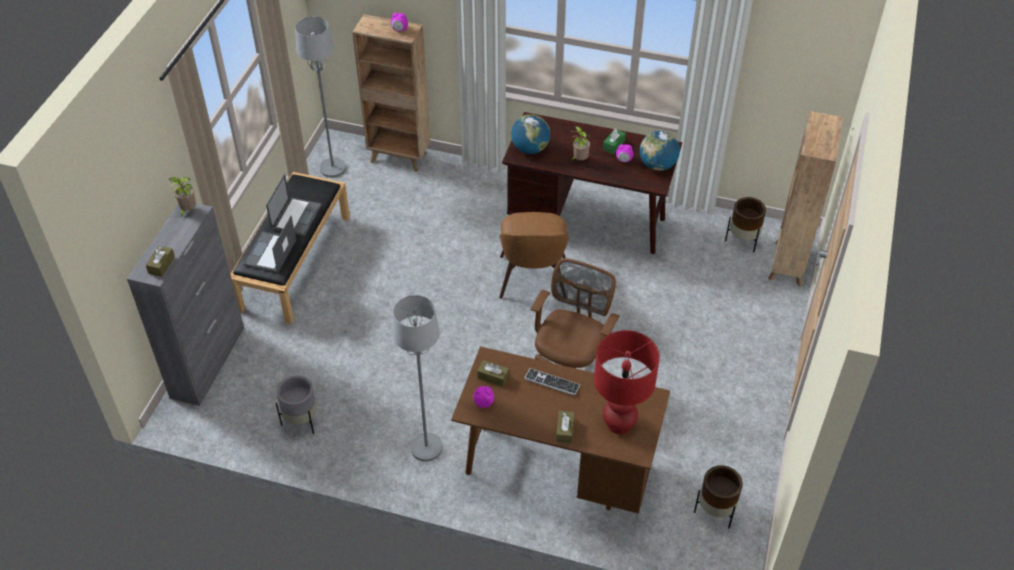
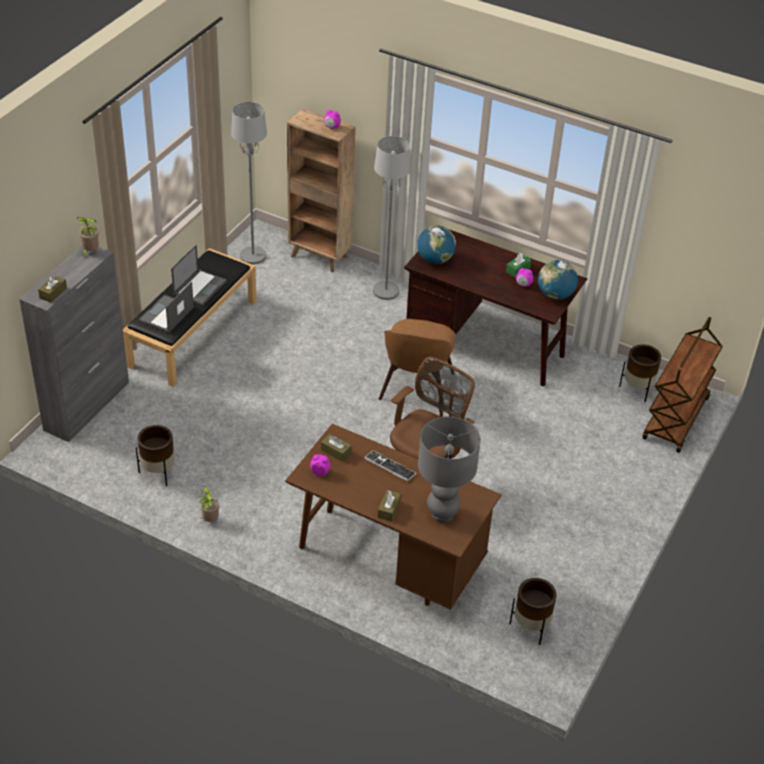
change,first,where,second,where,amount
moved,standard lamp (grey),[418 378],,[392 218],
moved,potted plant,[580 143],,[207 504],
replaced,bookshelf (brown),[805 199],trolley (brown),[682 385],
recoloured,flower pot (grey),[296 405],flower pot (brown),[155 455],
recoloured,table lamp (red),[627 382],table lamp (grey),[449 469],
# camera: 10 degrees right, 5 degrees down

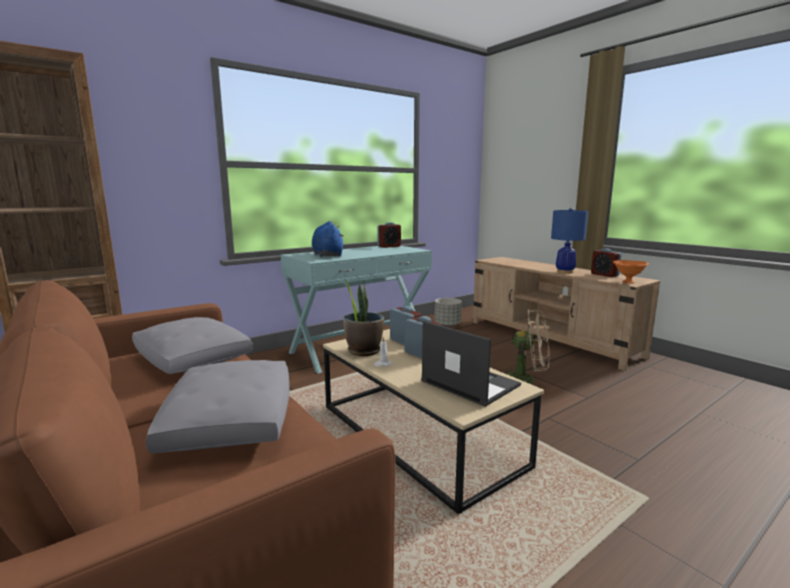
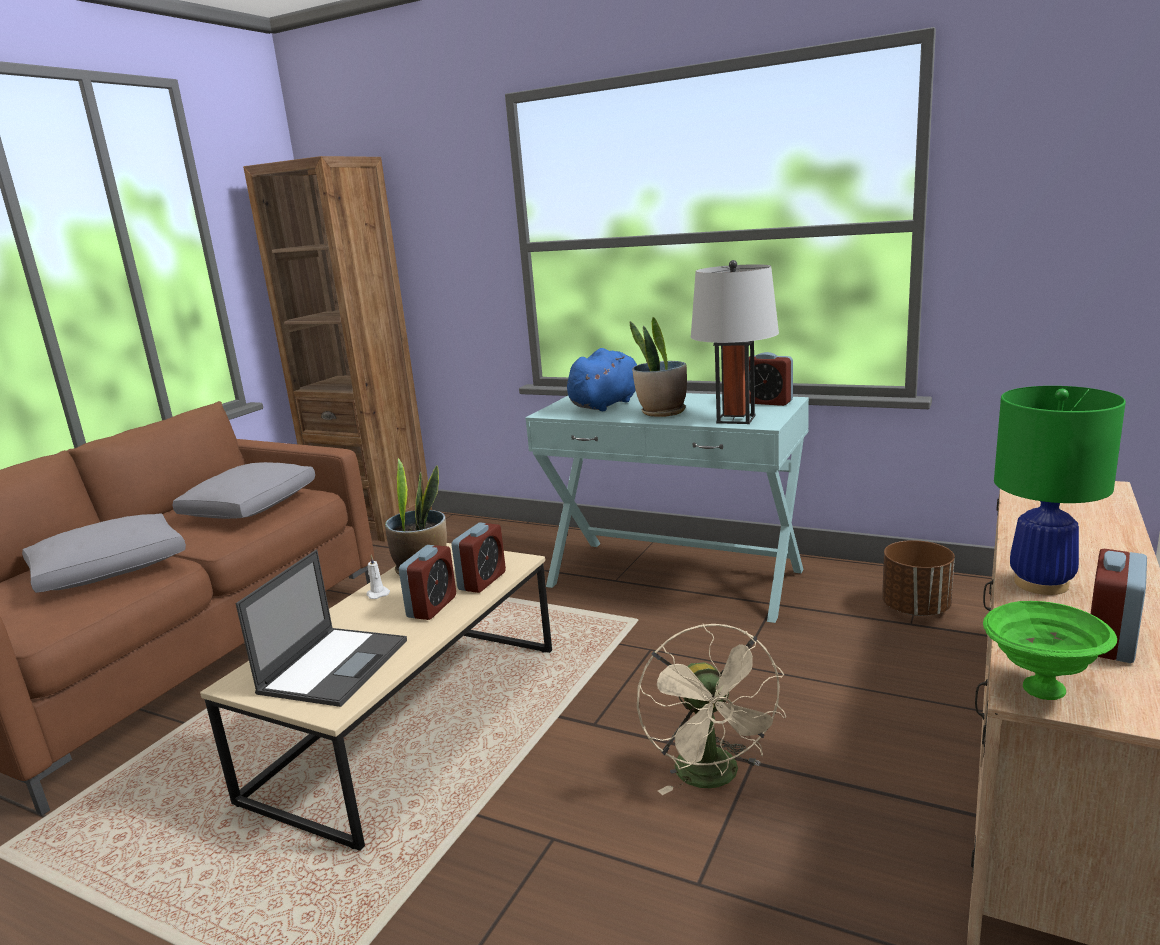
change,first,where,second,where,amount
added,,,potted plant,[658 367],
added,,,table lamp (grey),[735 342],
recoloured,flower pot (grey),[448 312],flower pot (brown),[918 578],
recoloured,table lamp (bluish),[569 241],table lamp (greenish),[1060 490],
recoloured,serving bowl (orange),[631 272],serving bowl (greenish),[1050 650],
# camera: 65 degrees right, 5 degrees up

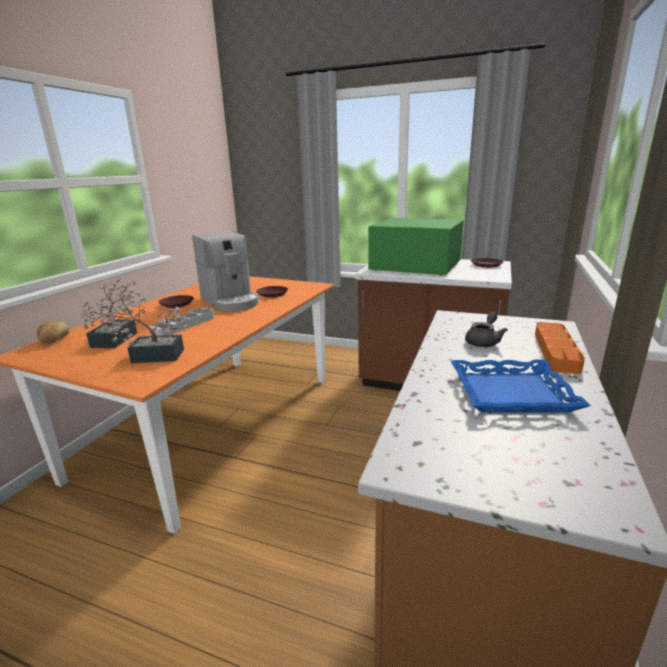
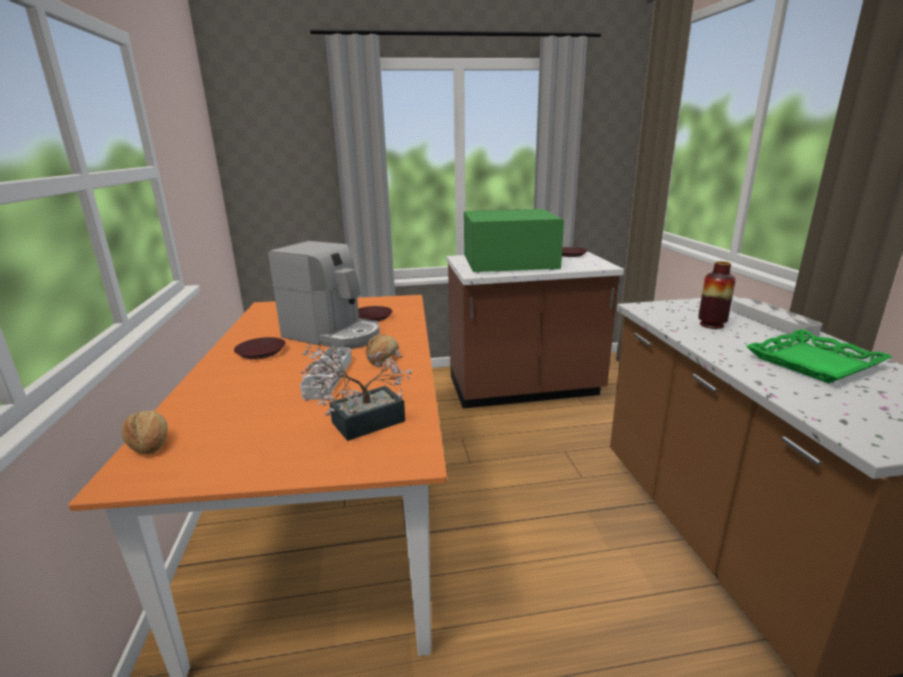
change,first,where,second,where,amount
removed,potted plant,[110 313],,,
added,,,bread,[382 349],
replaced,pot for tea (grey),[486 329],flower vase,[717 295],
recoloured,tray (bluish),[521 386],tray (greenish),[819 356],
recoloured,tray (orange),[560 348],tray (grey),[776 318],
# camera: 30 degrees left, 0 degrees up

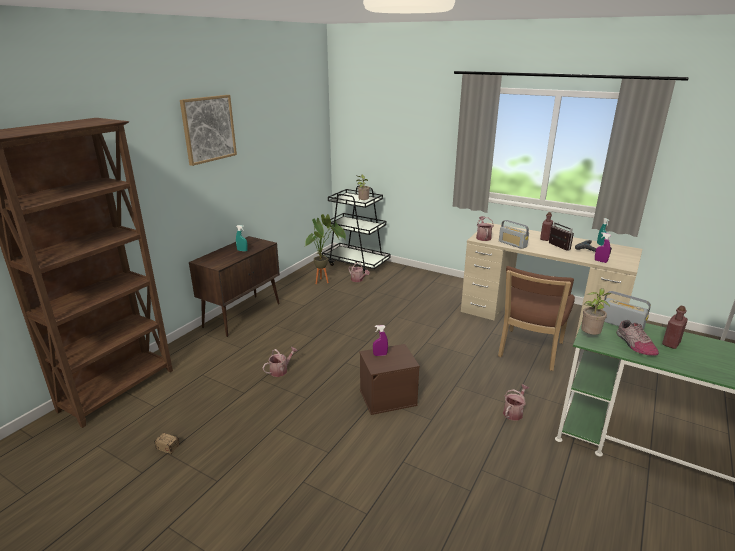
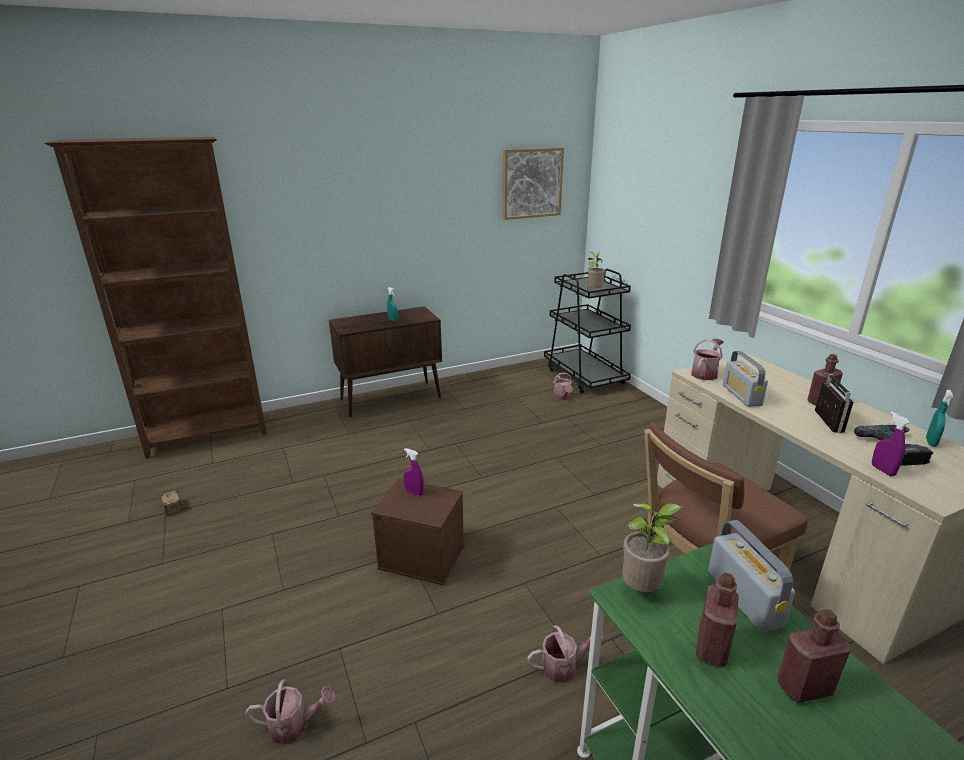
change,first,where,second,where,amount
removed,potted plant,[325 249],,,
moved,wall art,[208 130],,[533 184],
moved,sprinkling can,[280 362],,[290 712],
replaced,low shoe,[638 338],beverage bottle (red),[717 619],
# camera: 35 degrees right, 0 degrees up

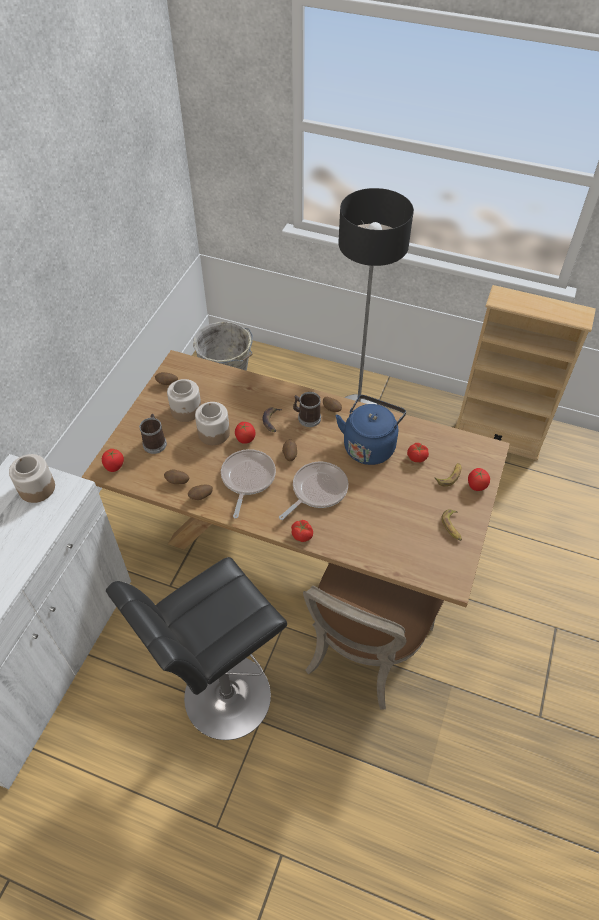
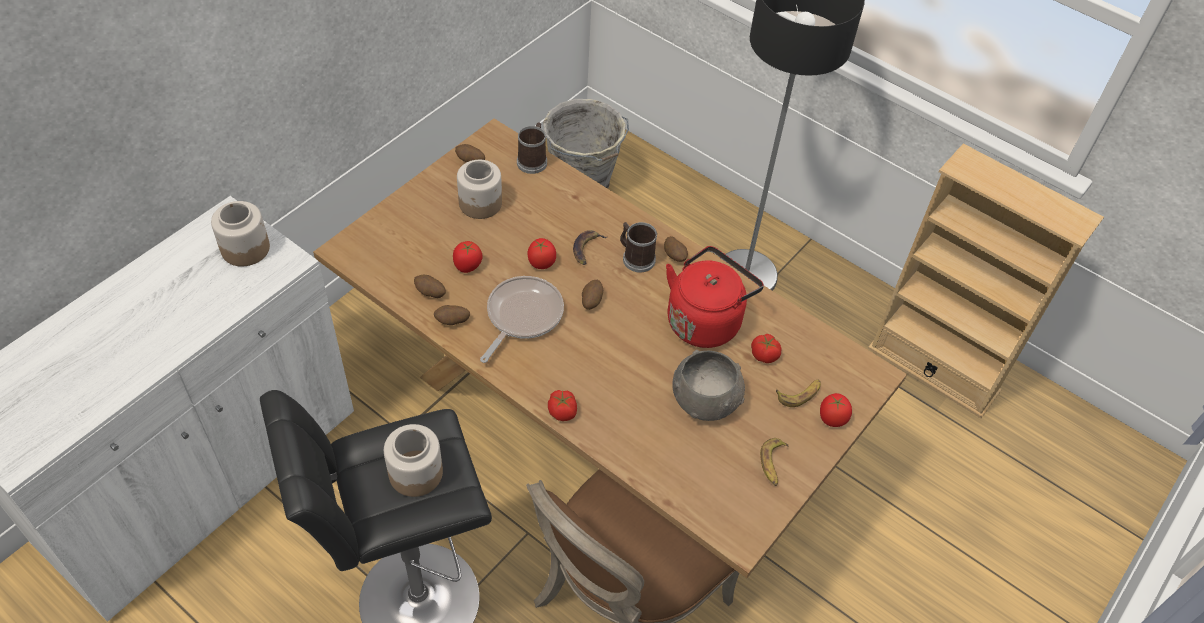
change,first,where,second,where,amount
removed,skillet,[313 490],,,
added,,,serving bowl (grey),[708 385],
moved,fresh tomato,[113 460],,[468 257],
moved,tea mug,[153 434],,[532 148],
moved,jar,[212 423],,[413 460],
recoloured,tea kettle (bluish),[371 430],tea kettle (red),[715 297],
# camera: 15 degrees right, 0 degrees up

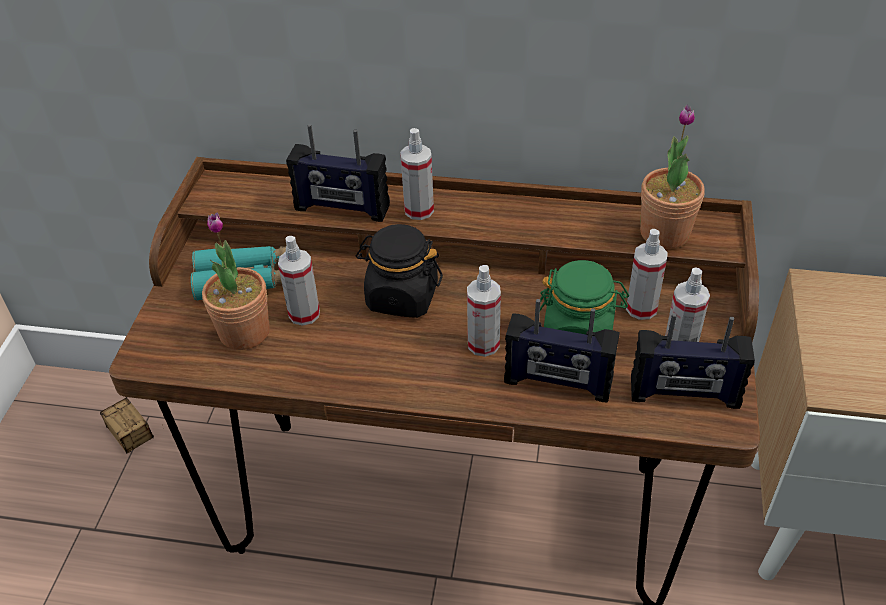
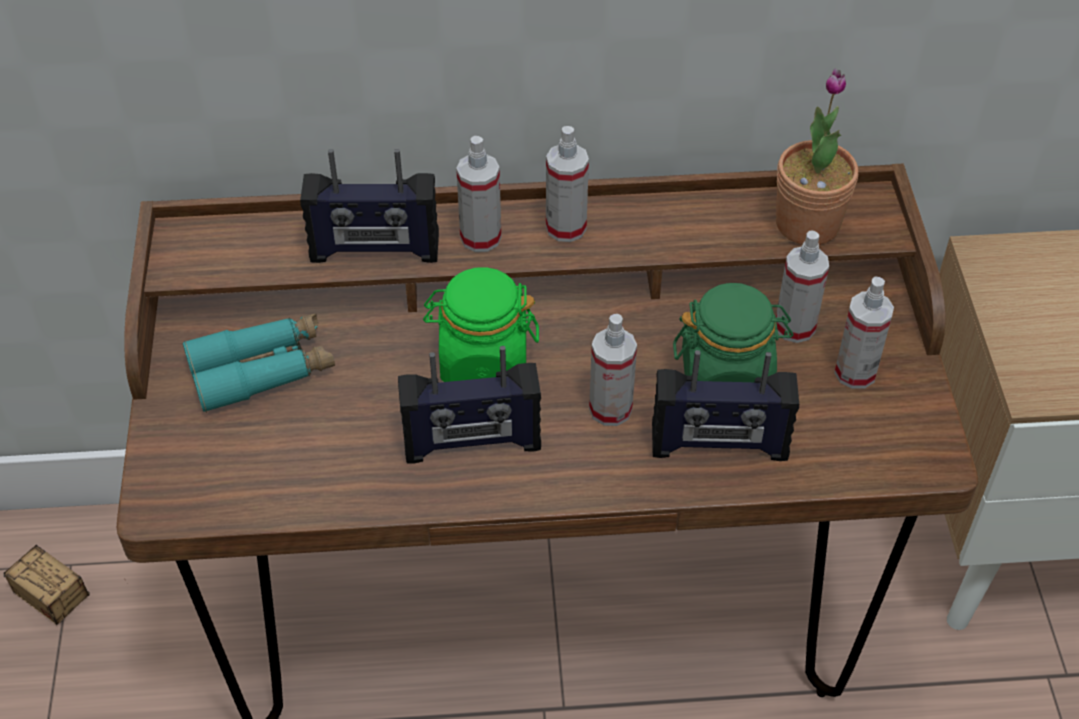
change,first,where,second,where,amount
removed,potted plant,[236 281],,,
moved,hand sprayer,[299 281],,[567 184],
moved,radio set,[693 361],,[469 404],
recoloured,jar (blackish),[399 271],jar (greenish),[481 324],
# camera: 15 degrees left, 5 degrees up

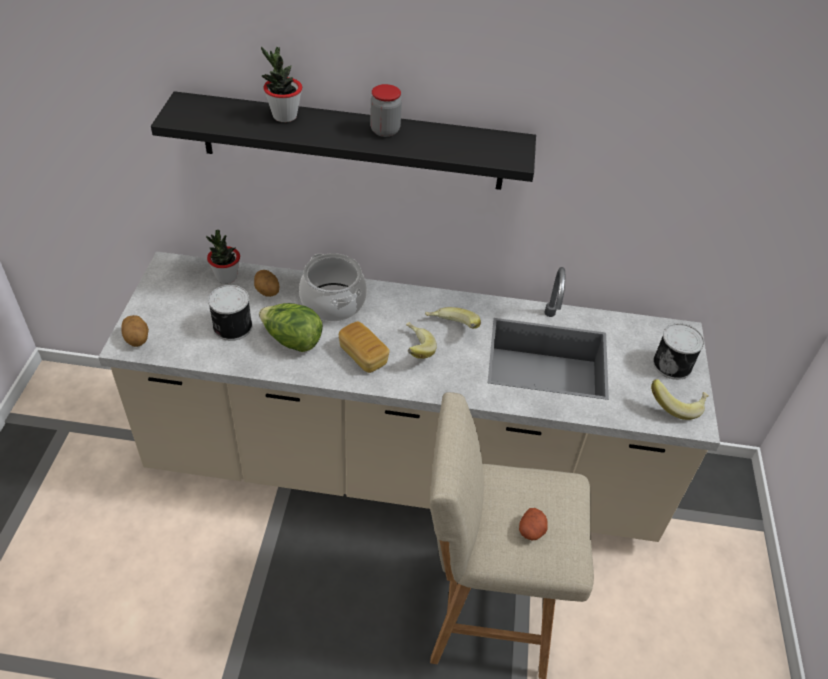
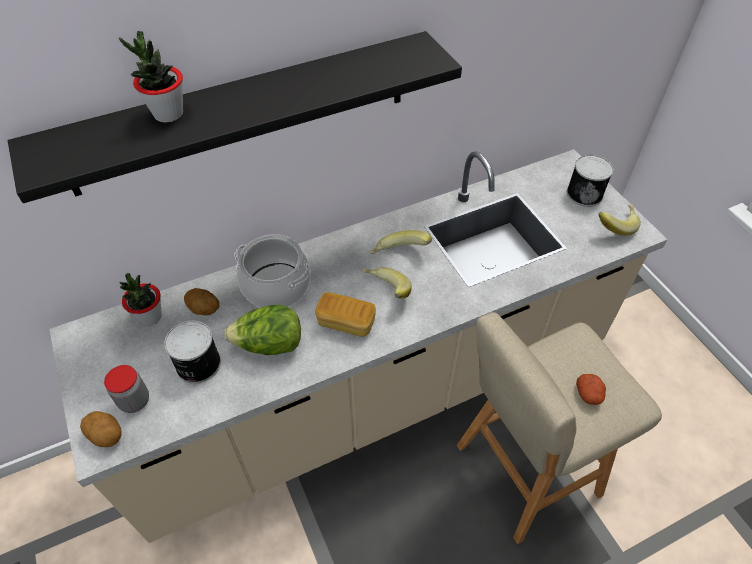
change,first,where,second,where,amount
moved,jar,[386 110],,[126 389],
# camera: 30 degrees left, 5 degrees up

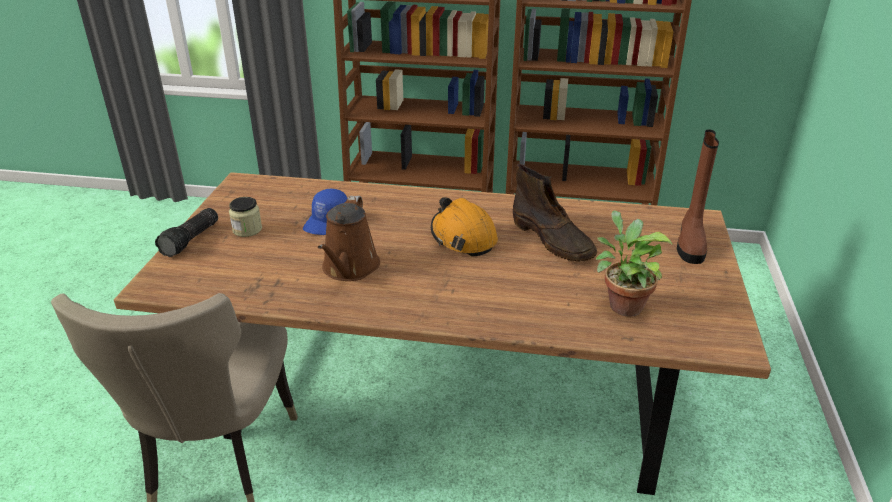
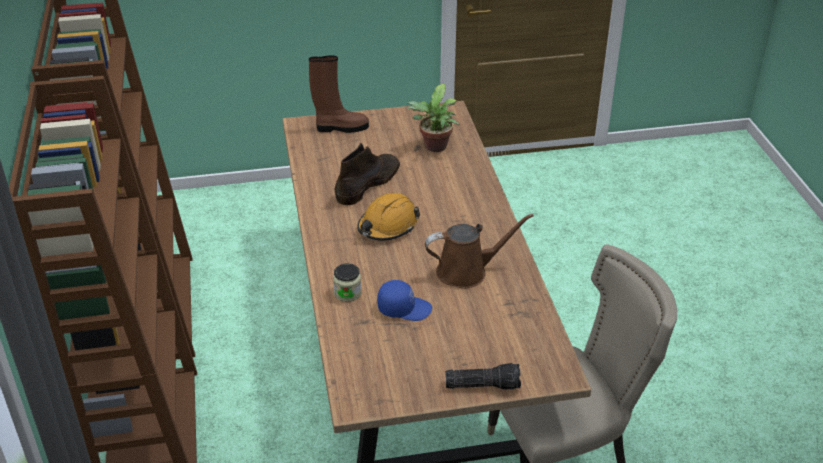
change,first,where,second,where,amount
moved,jar,[245 217],,[347 282],
# camera: 110 degrees left, 5 degrees up

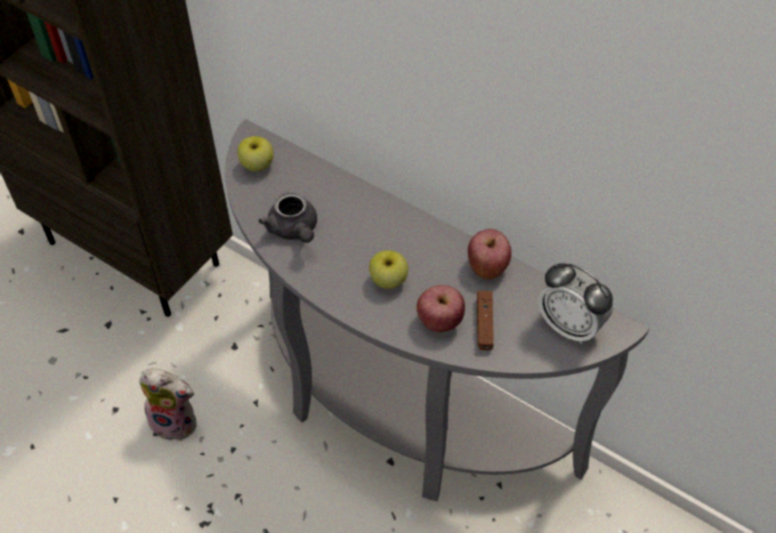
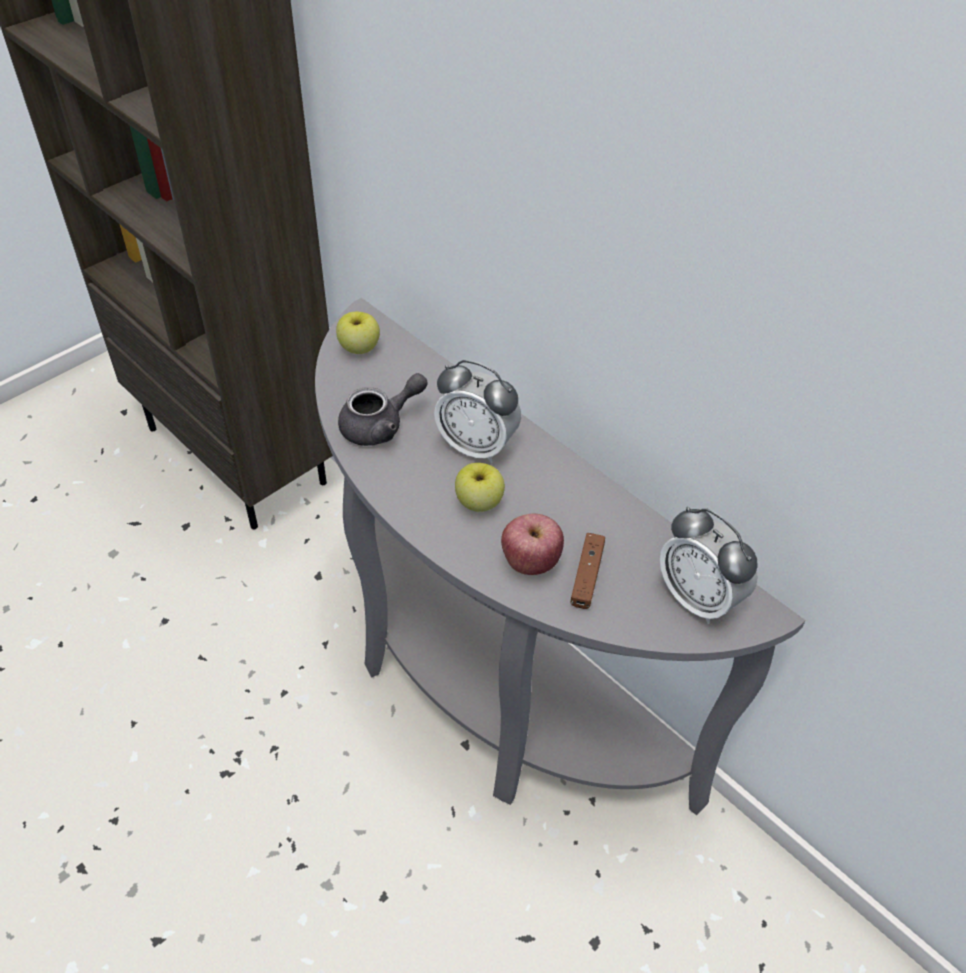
change,first,where,second,where,amount
removed,cuddly toy,[168 404],,,
removed,whole apple,[490 254],,,
added,,,table clock,[477 411],
turned,pot for tea (grey),[288 217],,[383 409],105 degrees counterclockwise
# camera: 10 degrees right, 5 degrees down

